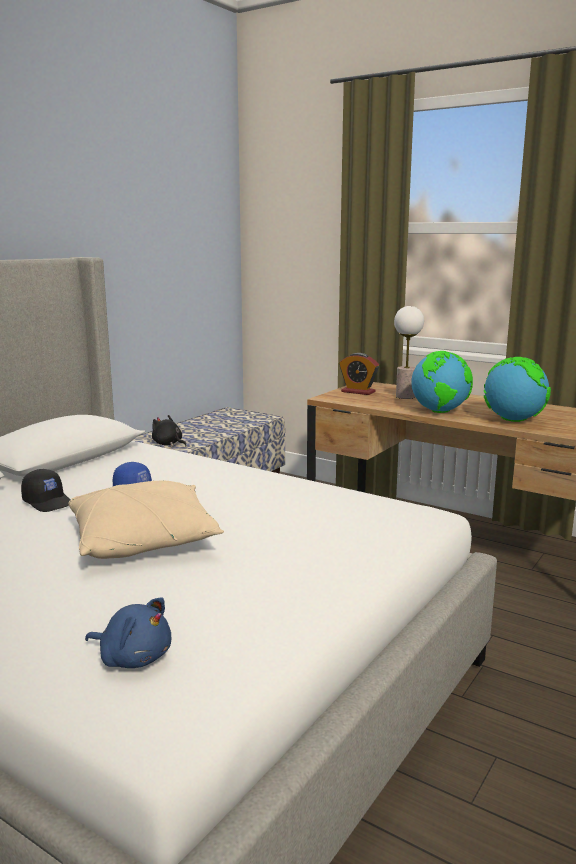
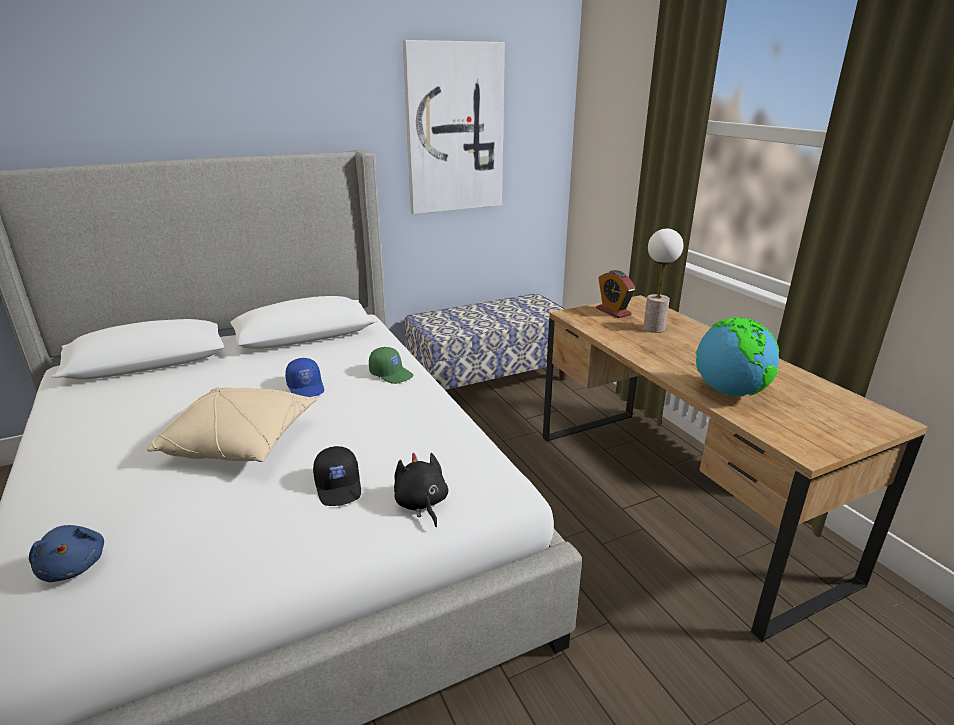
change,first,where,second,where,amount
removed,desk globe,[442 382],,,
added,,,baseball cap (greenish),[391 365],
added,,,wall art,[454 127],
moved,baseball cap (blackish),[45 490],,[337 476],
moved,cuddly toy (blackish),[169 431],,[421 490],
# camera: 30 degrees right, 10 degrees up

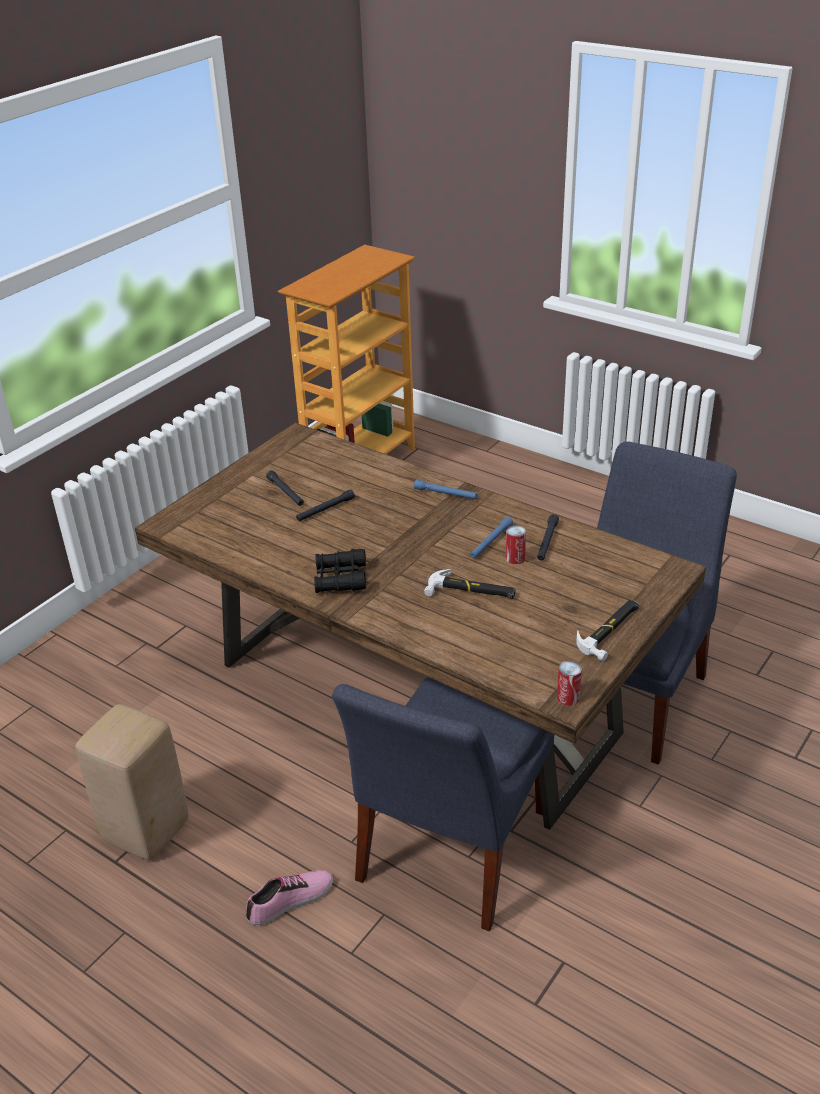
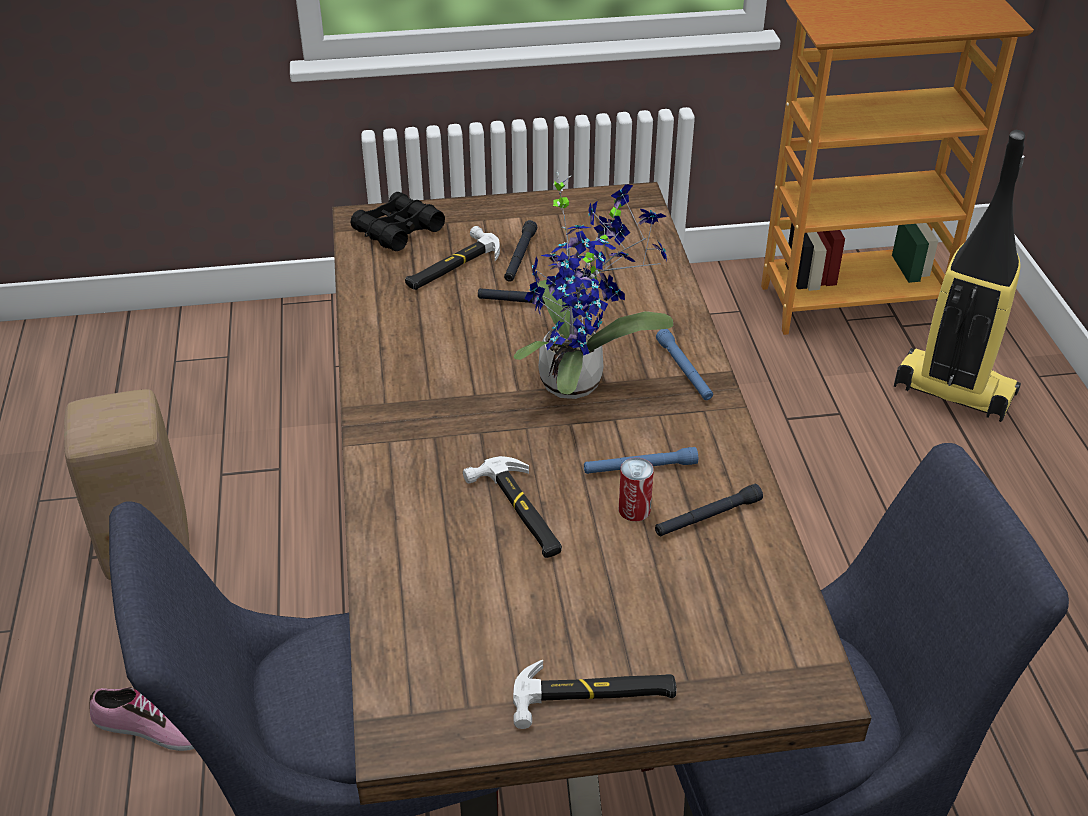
change,first,where,second,where,amount
removed,can,[569 683],,,
added,,,tool hammer,[452 258],
added,,,potted plant,[593 285],
added,,,vacuum cleaner,[959 276],
moved,field glasses (blackish),[340 571],,[397 221],
# camera: 45 degrees right, 5 degrees up

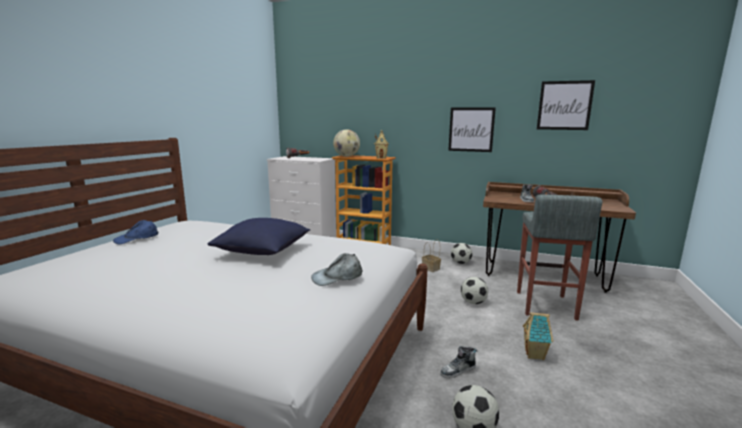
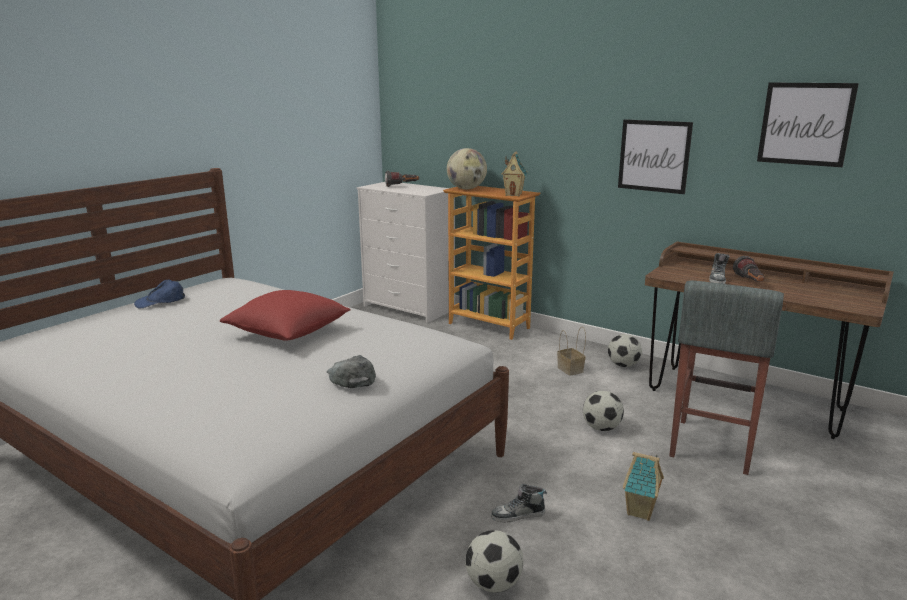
change,first,where,second,where,amount
recoloured,pillow (bluish),[259 236],pillow (red),[285 315],
turned,baseball cap (grey),[337 269],,[351 371],75 degrees clockwise
# camera: 15 degrees right, 5 degrees up

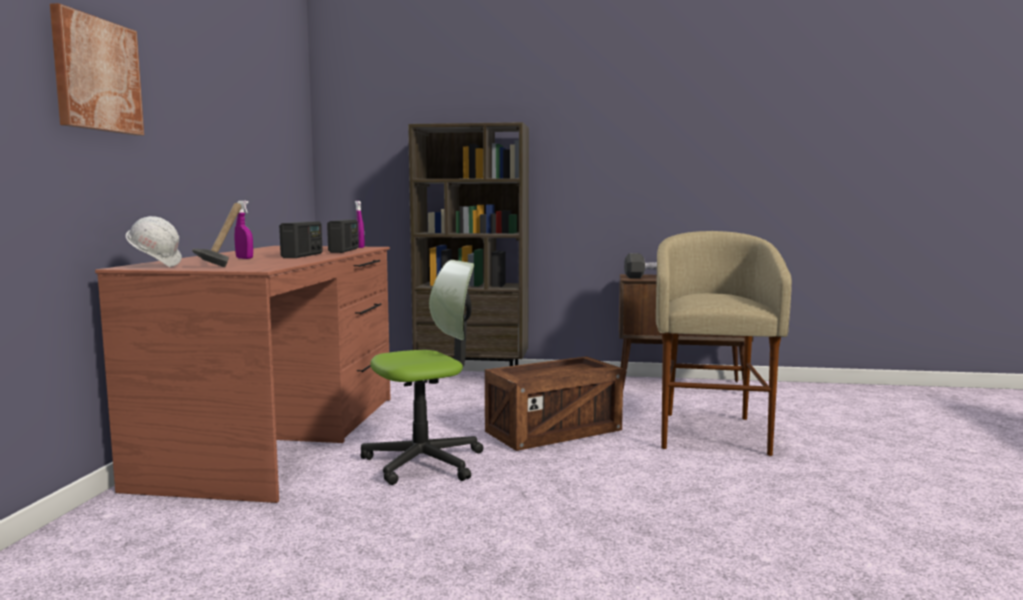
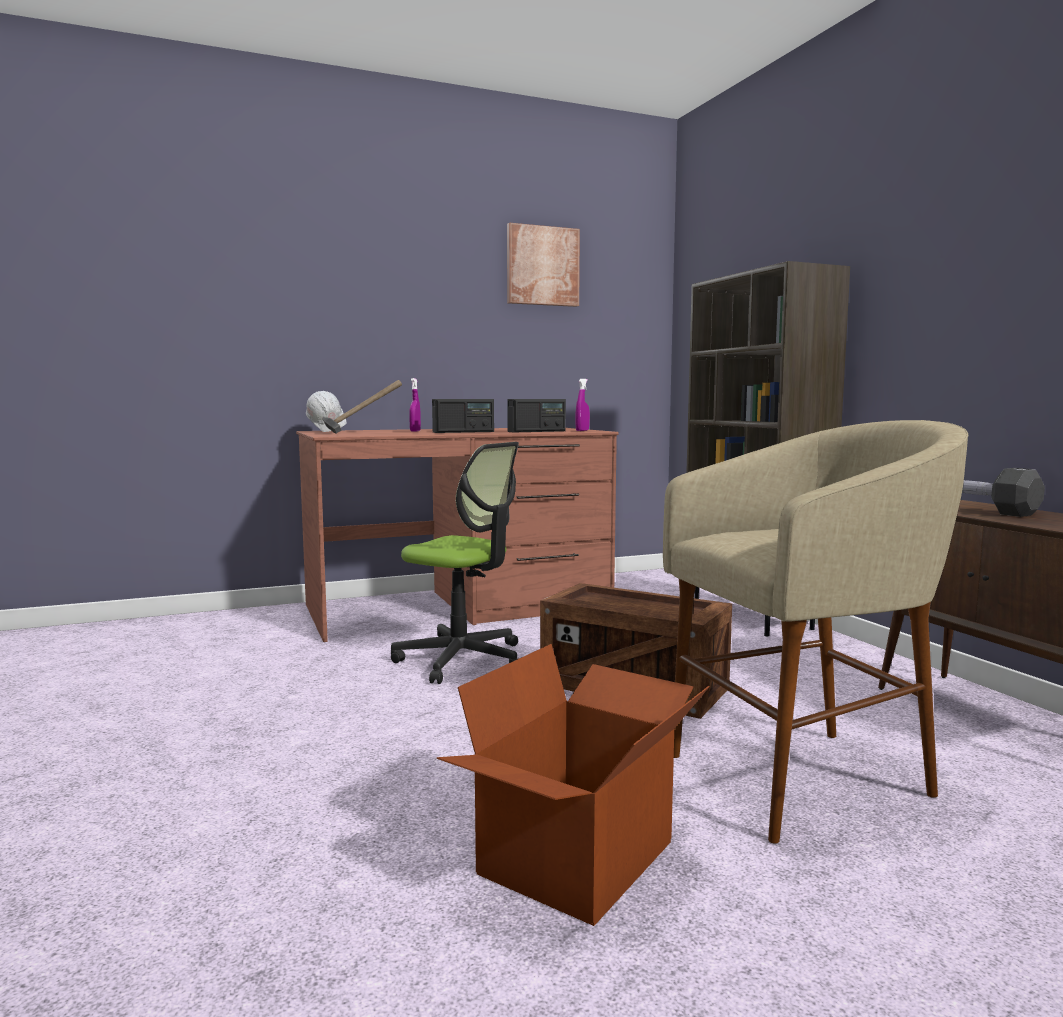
change,first,where,second,where,amount
added,,,packing box,[573 785],
moved,wall art,[97 69],,[543 265],
# camera: 60 degrees right, 0 degrees up

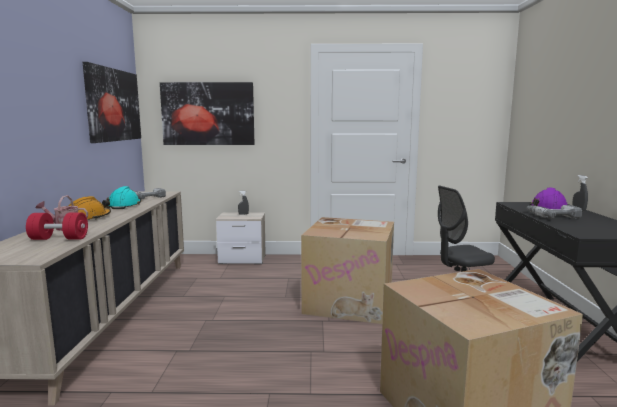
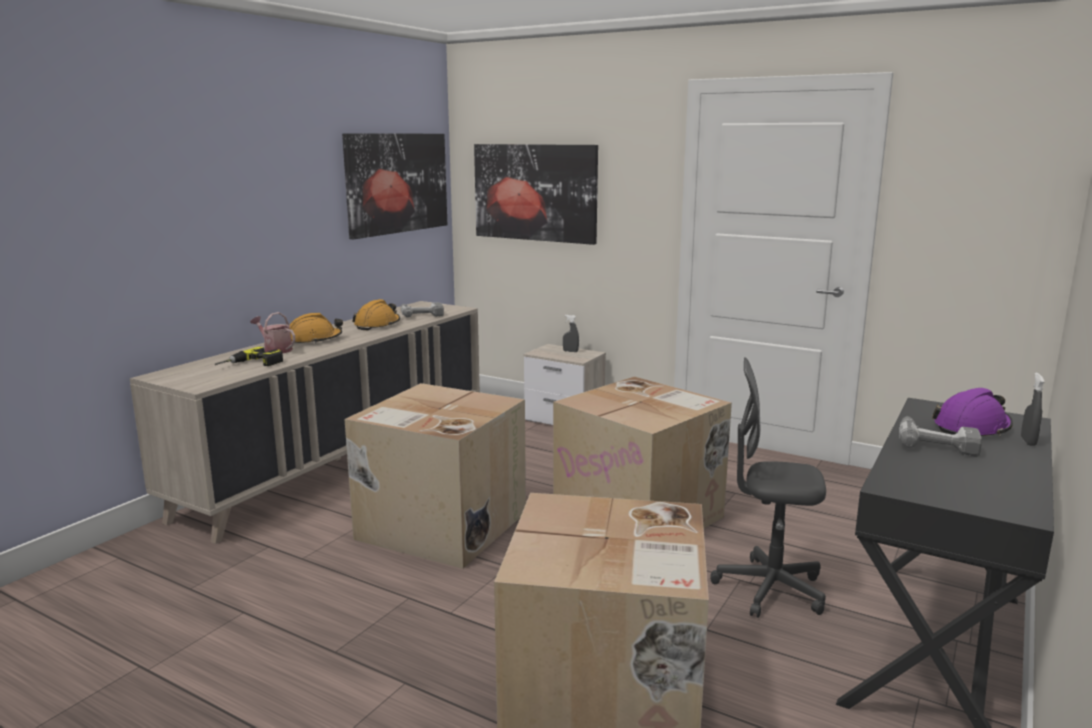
change,first,where,second,where,amount
added,,,packing box,[435 476],
replaced,free weight (red),[57 226],power drill,[249 356],
recoloured,hard hat (blue-green),[124 197],hard hat (orange),[376 314],
# camera: 30 degrees right, 5 degrees up

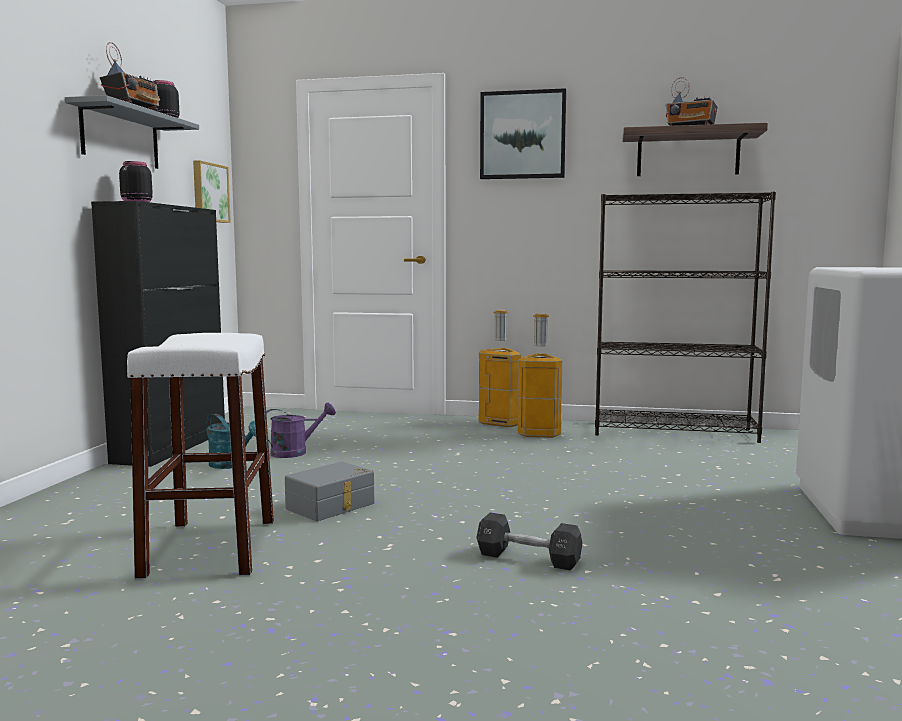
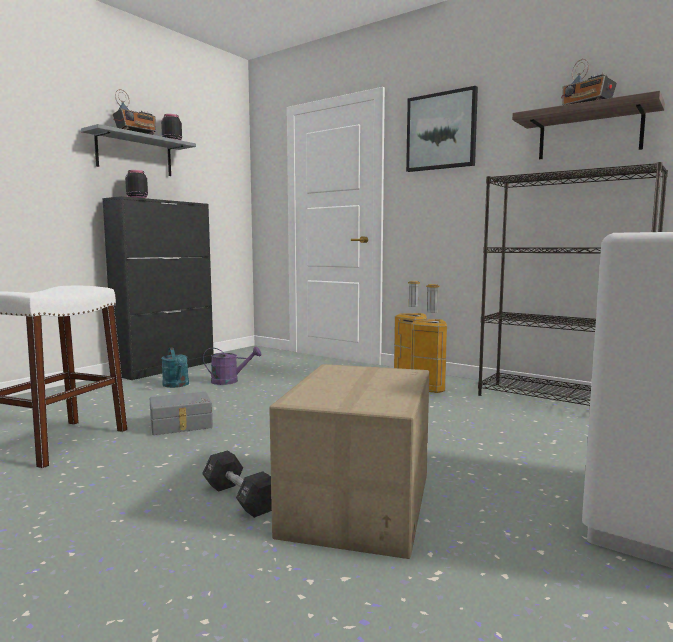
change,first,where,second,where,amount
removed,wall art,[212 191],,,
added,,,packing box,[349 461],
# camera: 25 degrees right, 0 degrees up

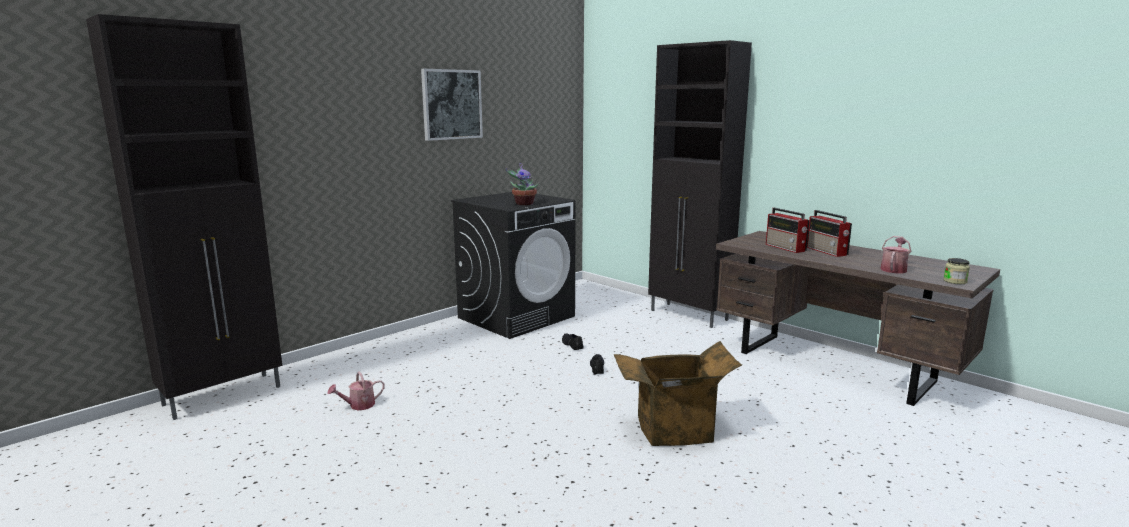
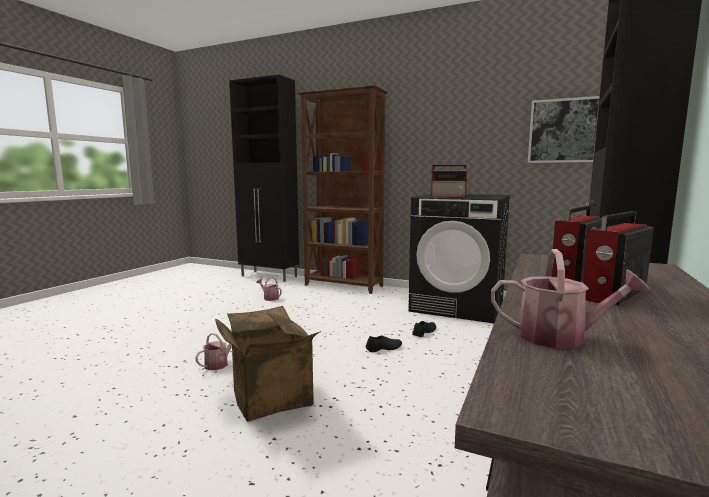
change,first,where,second,where,amount
removed,jar,[956 271],,,
added,,,sprinkling can,[213 351],
added,,,bookshelf (brown),[342 189],
moved,wall art,[452 105],,[564 129],
replaced,potted plant,[522 184],radio set,[449 181],
# camera: 70 degrees right, 5 degrees down

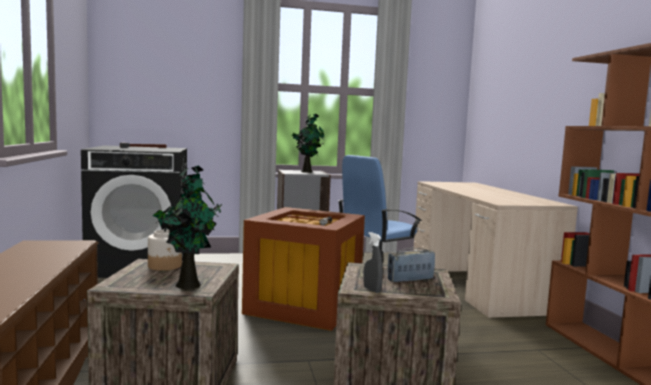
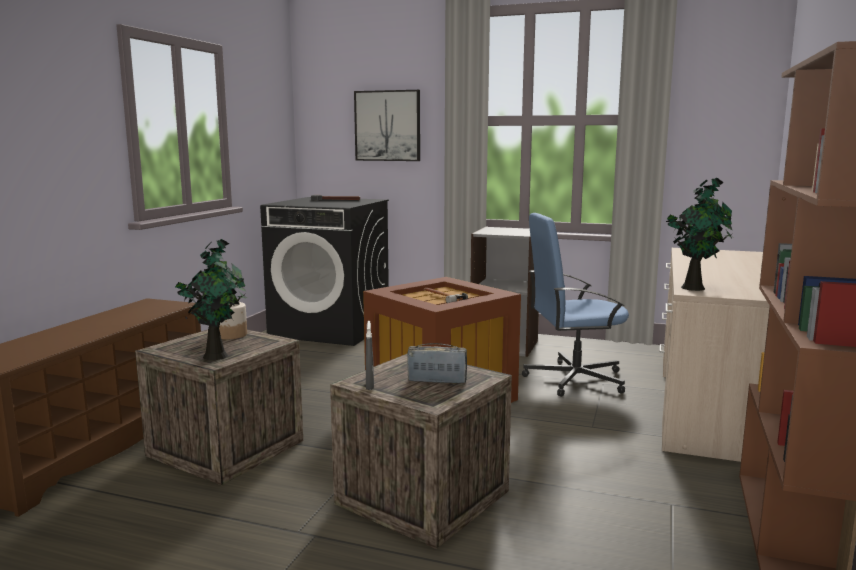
change,first,where,second,where,amount
added,,,wall art,[387 125],
moved,potted plant,[308 143],,[699 234],
# camera: 30 degrees right, 5 degrees up

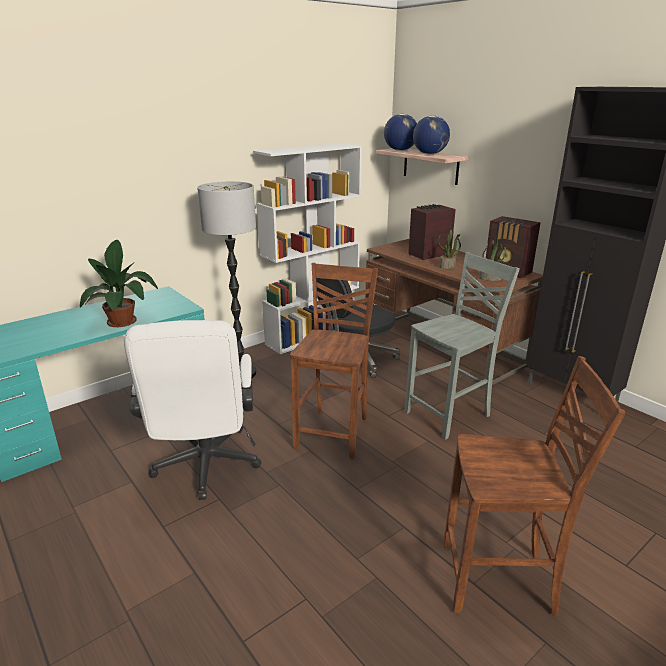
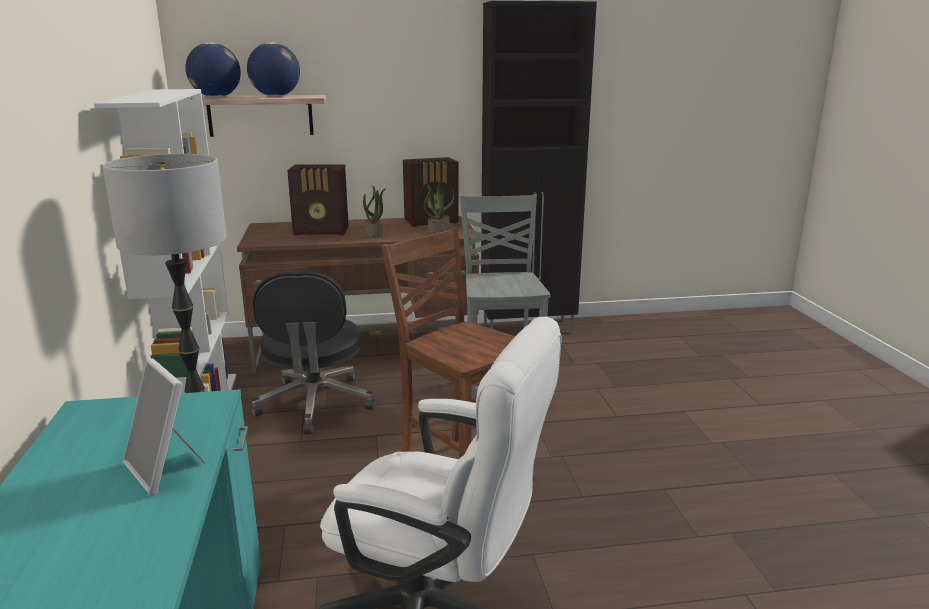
change,first,where,second,where,amount
removed,chair (brown),[534 486],,,
replaced,potted plant,[119 283],standing frame,[164 426],
turned,radio set,[432 232],,[318 199],90 degrees counterclockwise
# camera: 60 degrees left, 5 degrees down

